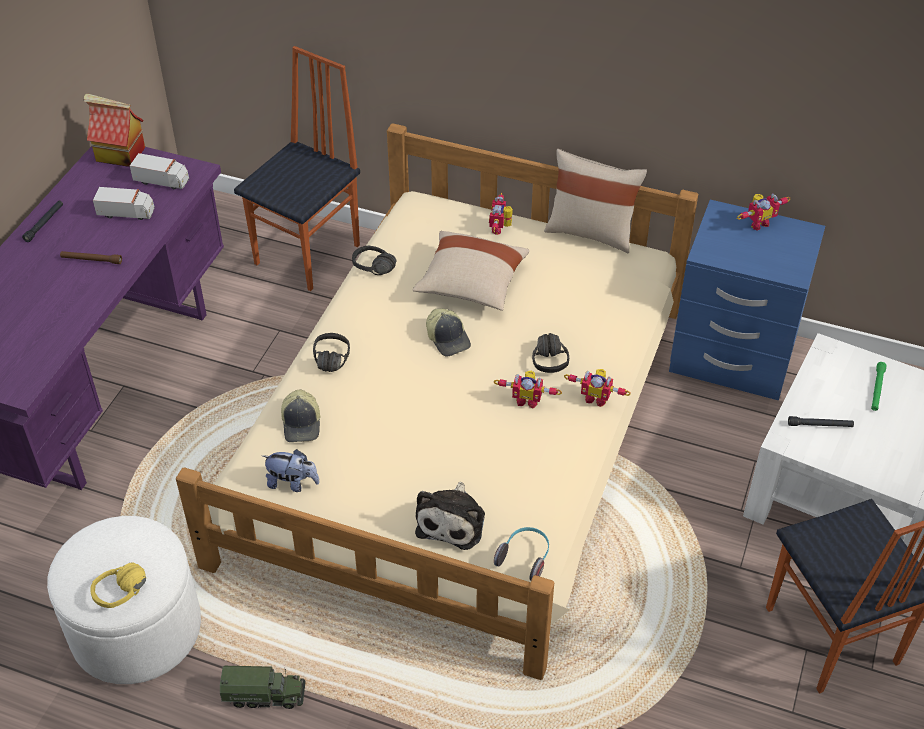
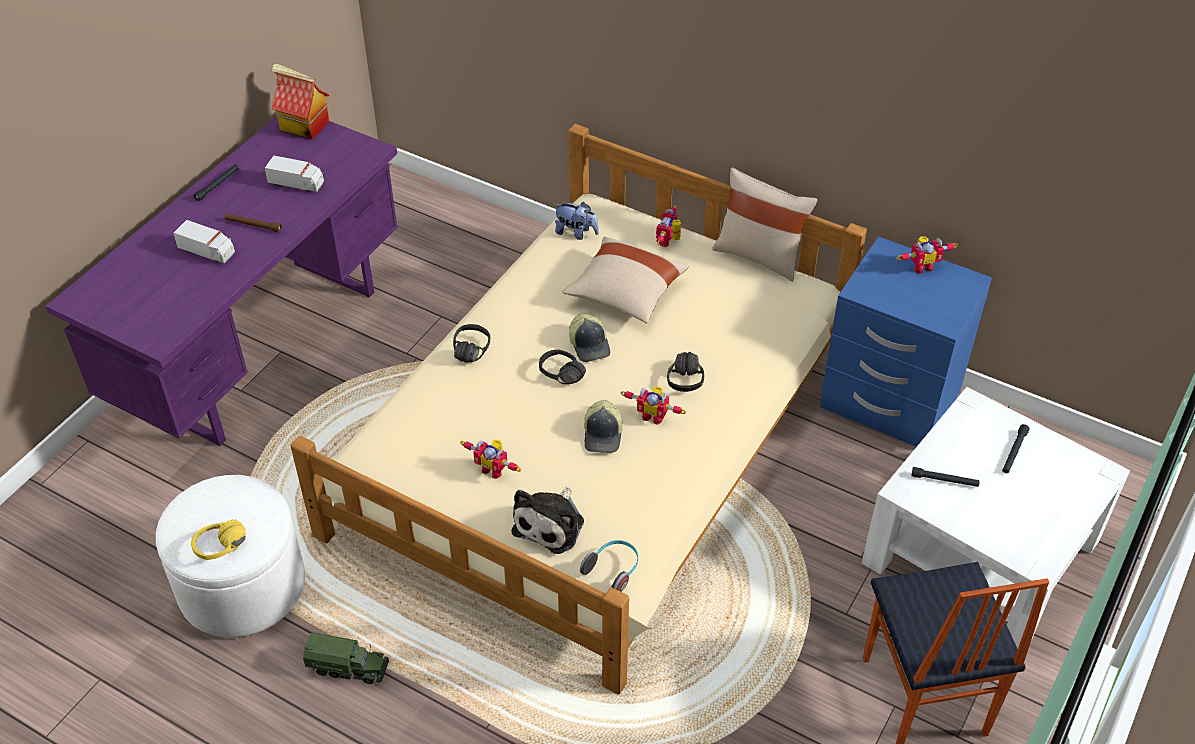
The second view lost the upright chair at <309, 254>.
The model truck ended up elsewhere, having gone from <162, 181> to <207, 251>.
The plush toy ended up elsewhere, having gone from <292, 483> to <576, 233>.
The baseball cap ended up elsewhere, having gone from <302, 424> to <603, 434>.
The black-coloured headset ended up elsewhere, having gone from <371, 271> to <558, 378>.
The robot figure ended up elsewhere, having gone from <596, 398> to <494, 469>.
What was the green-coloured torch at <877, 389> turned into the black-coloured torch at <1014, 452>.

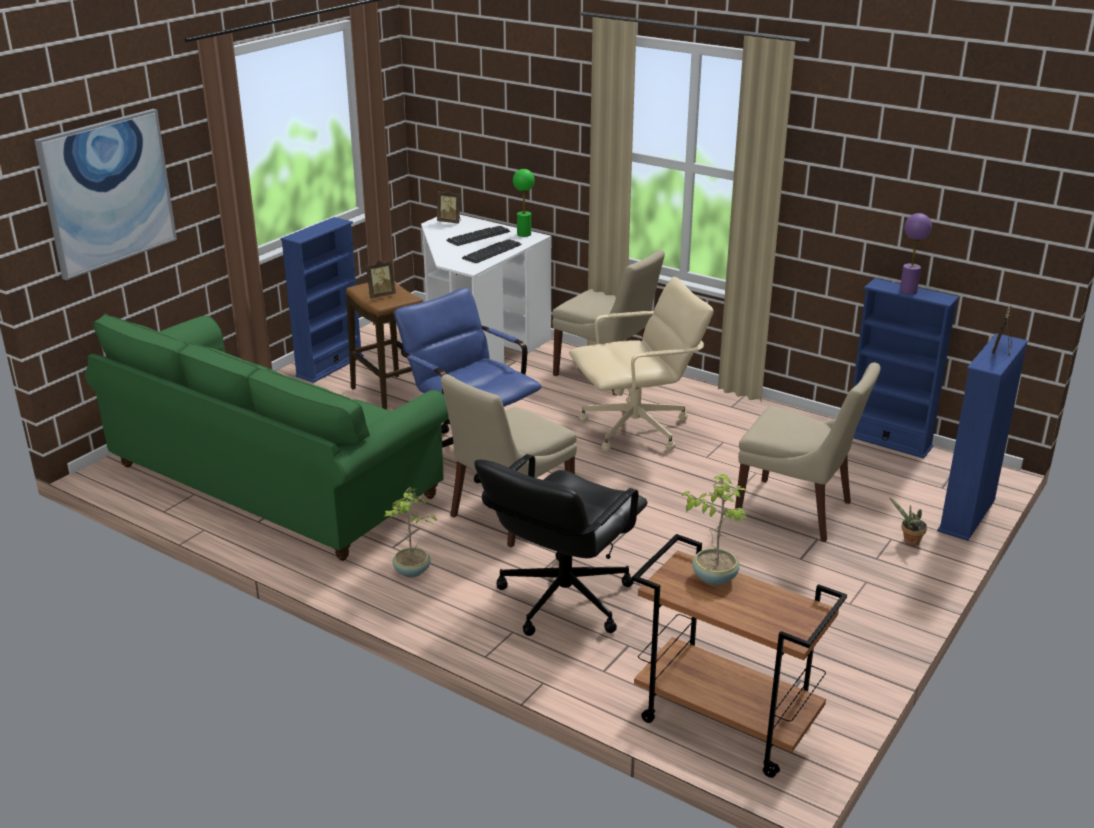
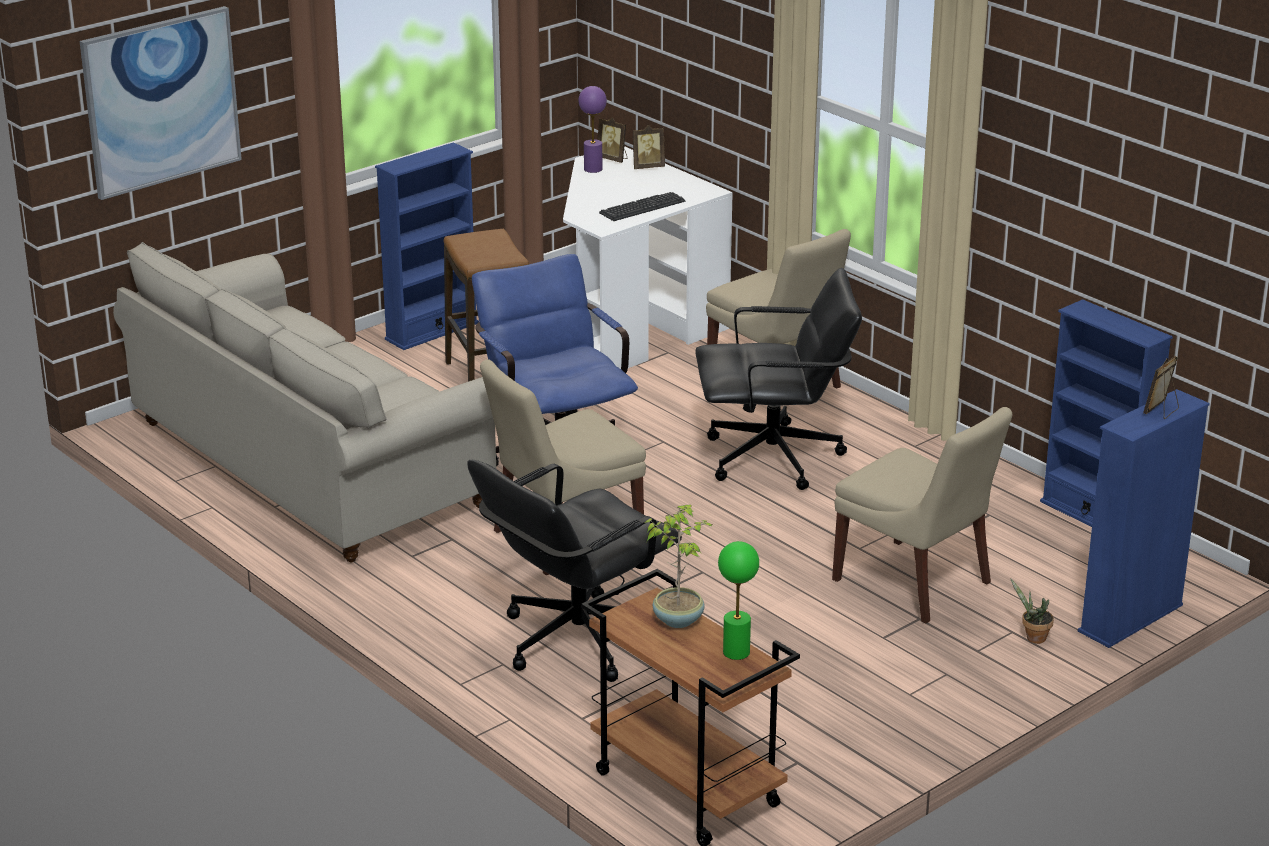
The second view lost the potted plant at <411, 572>.
The second view lost the keyboard at <478, 236>.
The photo frame ended up elsewhere, having gone from <380, 295> to <647, 167>.
The green-coloured lamp for a table ended up elsewhere, having gone from <524, 234> to <736, 652>.
The purple-coloured lamp for a table ended up elsewhere, having gone from <908, 291> to <592, 169>.
What was the green-coloured sofa at <275, 482> turned into the beige sofa at <310, 464>.
What was the beige desk chair at <636, 429> turned into the black-coloured desk chair at <774, 458>.

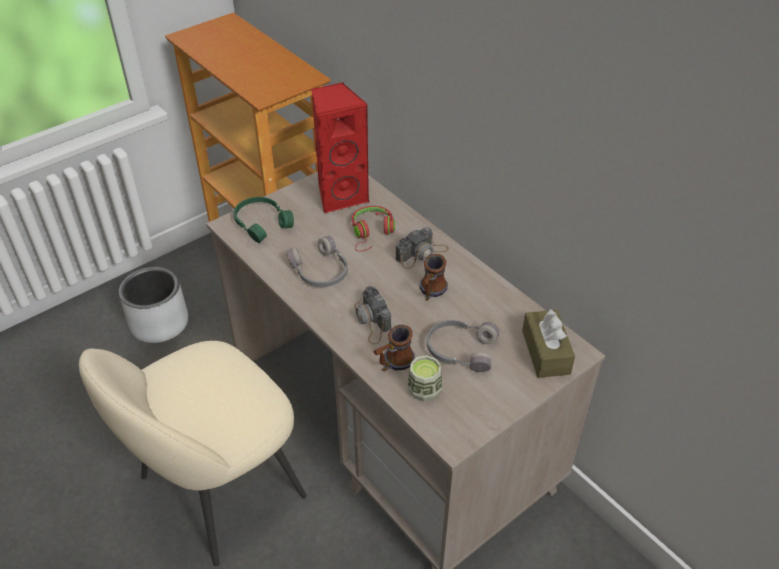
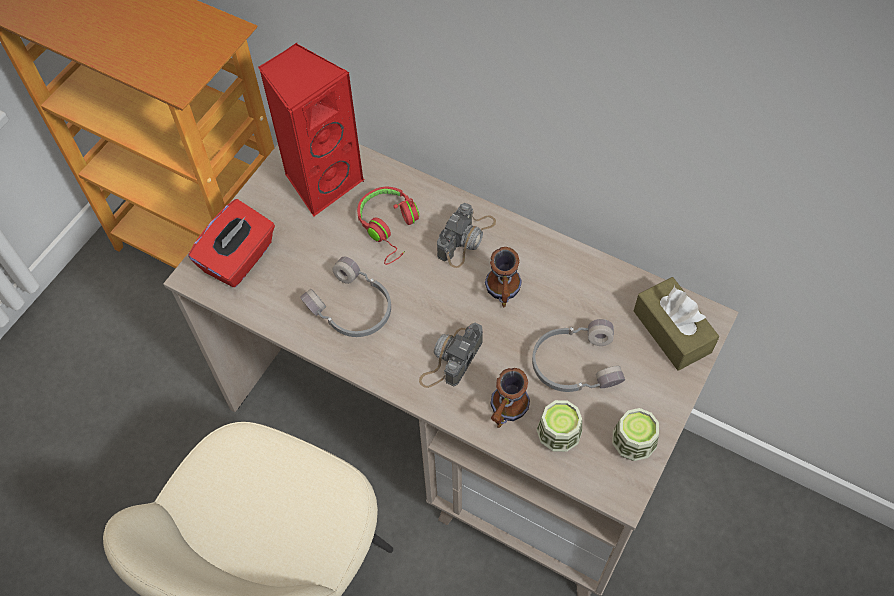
The second view lost the grey flower pot at <159, 323>.
The second view gained the drinking cup at <632, 444>.
Where the green-coloured headset stood at <262, 223>, the reddish tissue box came to stand at <239, 259>.
The still camera at <372, 321> ended up facing another way, 75 degrees clockwise from before.

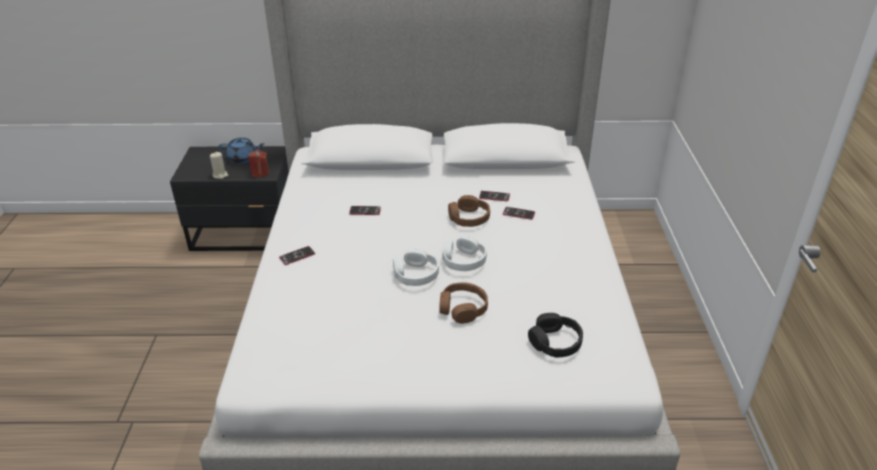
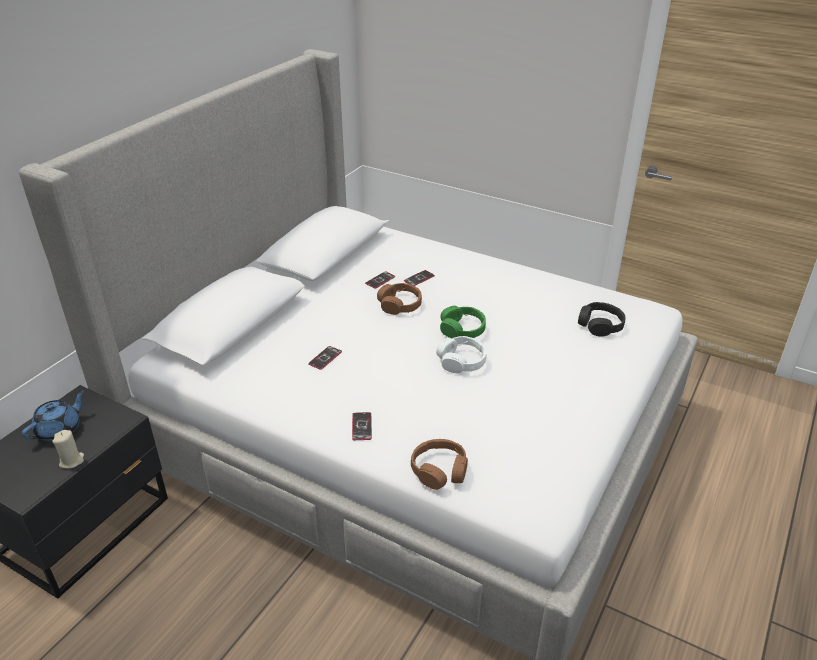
The second view lost the reddish wax light at <260, 173>.
The brown headset ended up elsewhere, having gone from <462, 308> to <439, 470>.
What was the whitish headset at <463, 261> turned into the green-coloured headset at <462, 329>.

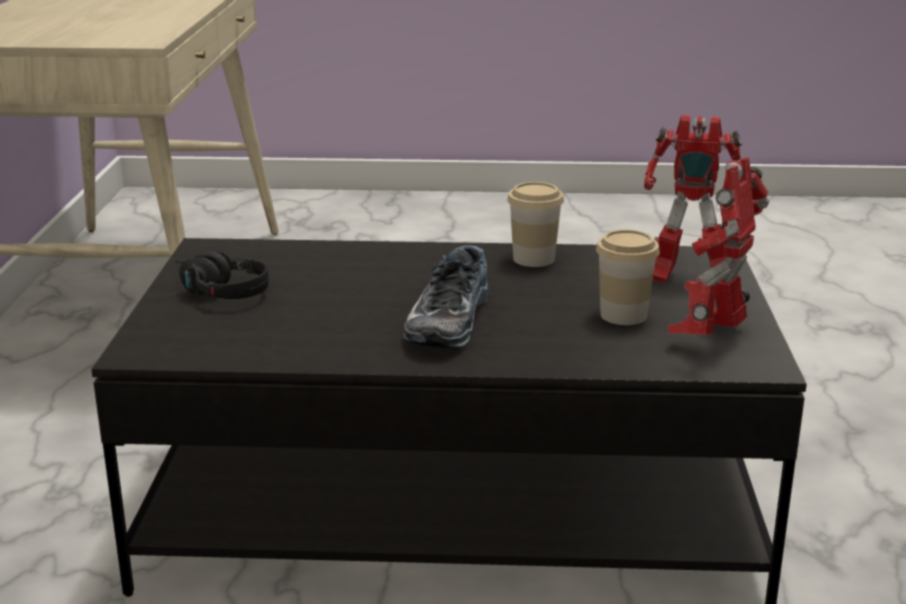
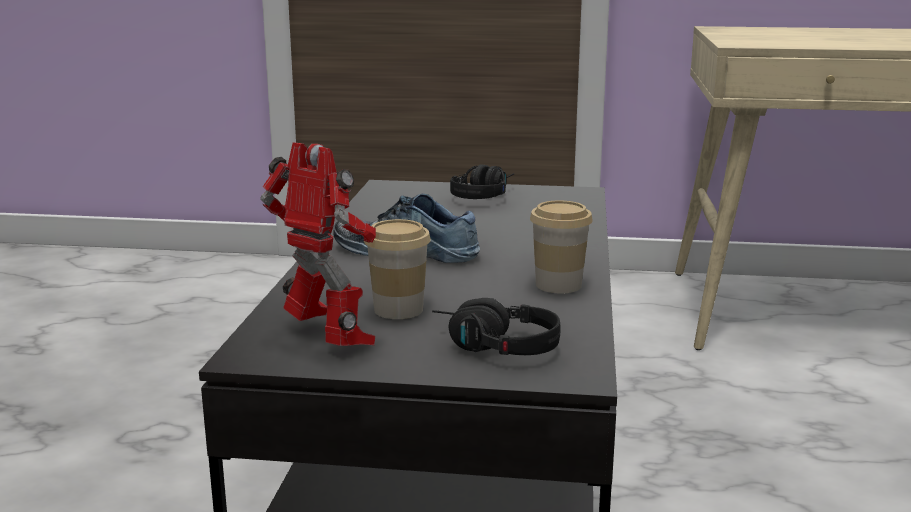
Where the robot figure stood at <686, 280>, the black-coloured headset came to stand at <491, 347>.

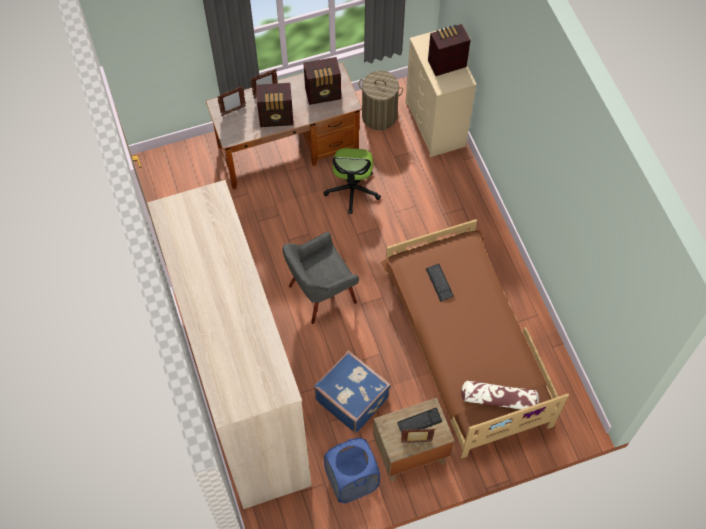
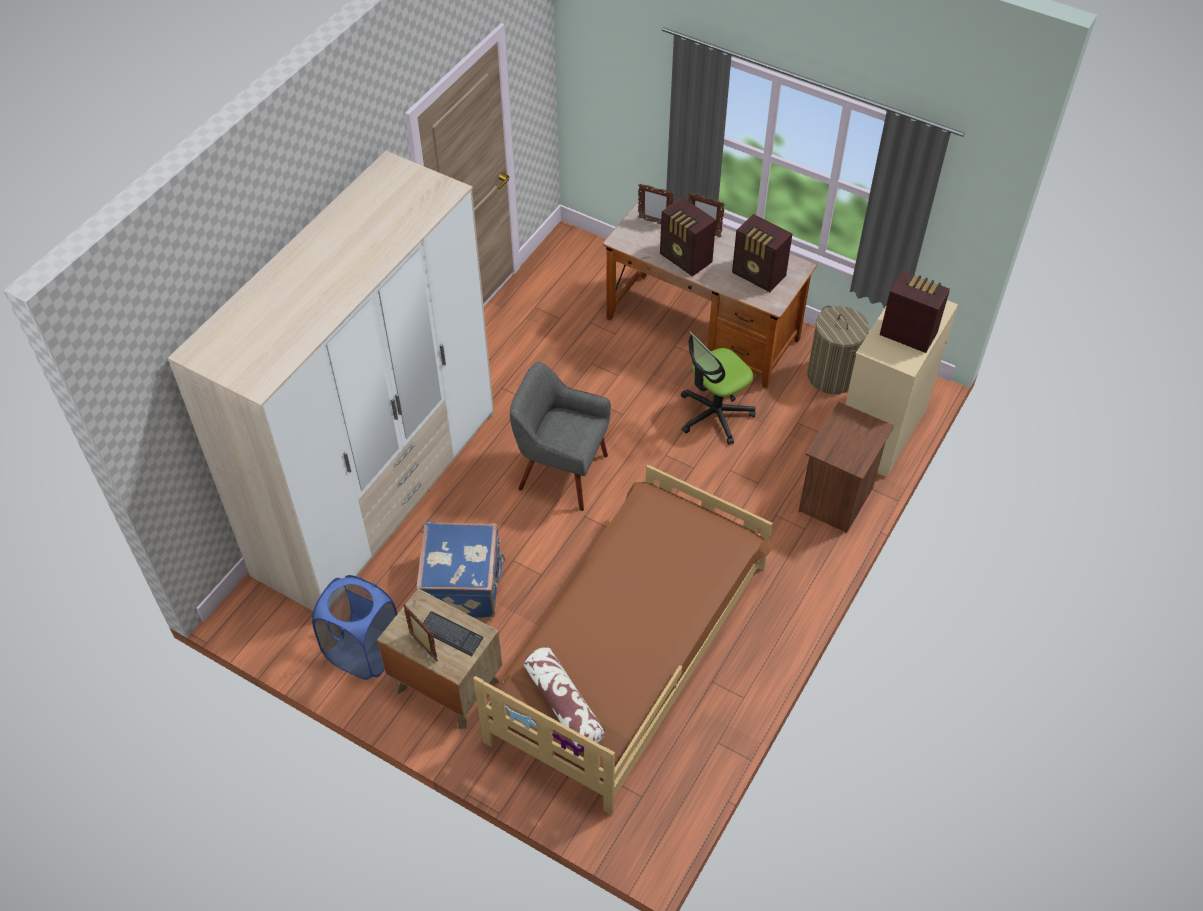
The second view lost the keyboard at <439, 283>.
The second view gained the brown bedside table at <837, 499>.

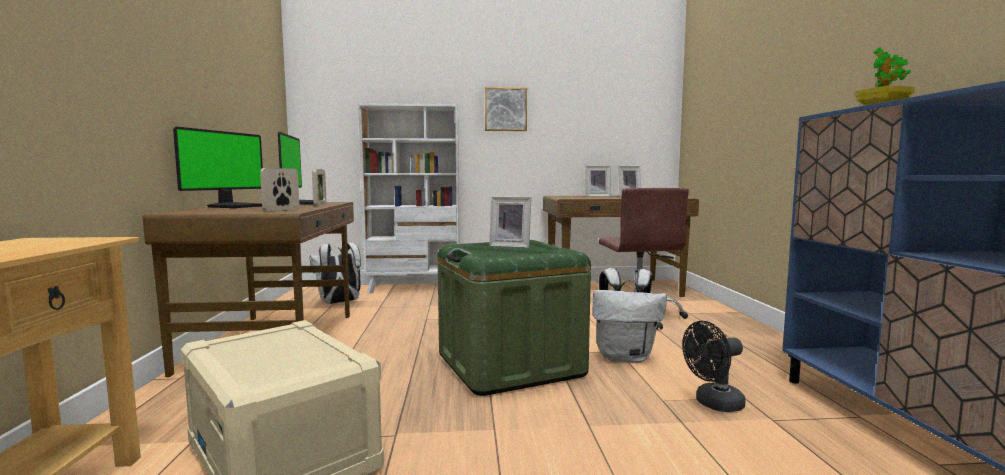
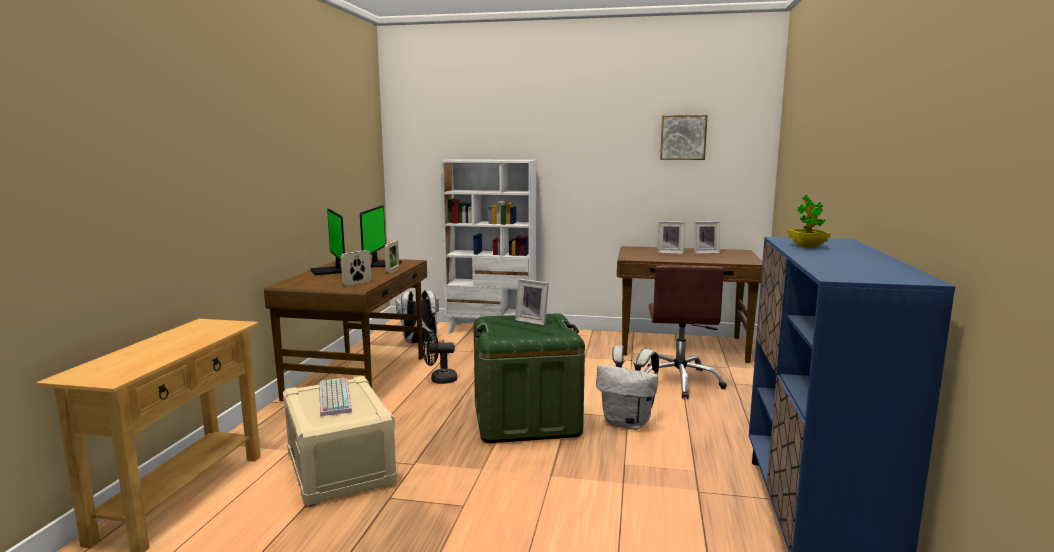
The second view gained the keyboard at <333, 397>.
The wall art ended up elsewhere, having gone from <505, 109> to <683, 137>.
The black-coloured electric fan ended up elsewhere, having gone from <713, 404> to <439, 380>.
The monitor at <235, 206> ended up facing another way, 120 degrees clockwise from before.

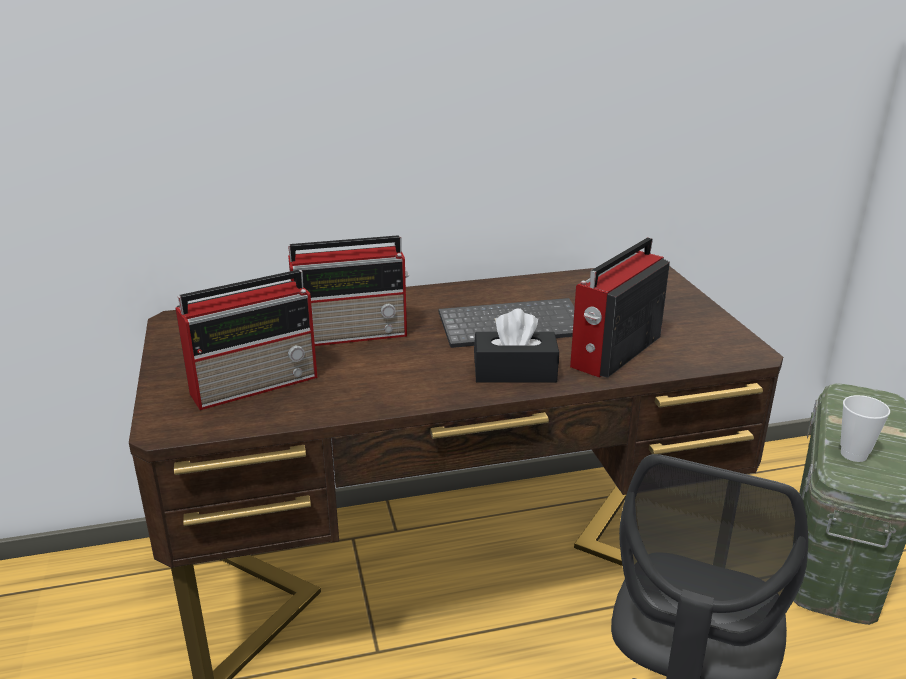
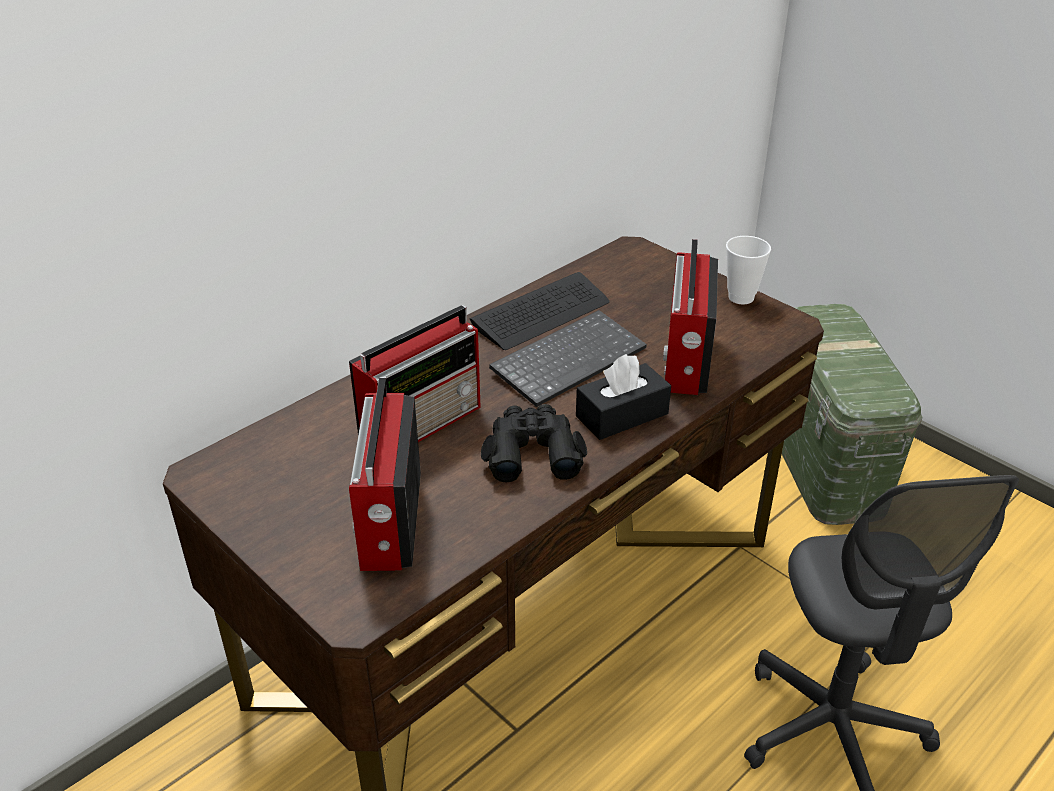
The second view gained the keyboard at <541, 313>.
The second view gained the black-coloured pair of binoculars at <532, 451>.
The drinking cup ended up elsewhere, having gone from <853, 454> to <741, 297>.
The radio set at <257, 384> ended up facing another way, 150 degrees clockwise from before.

